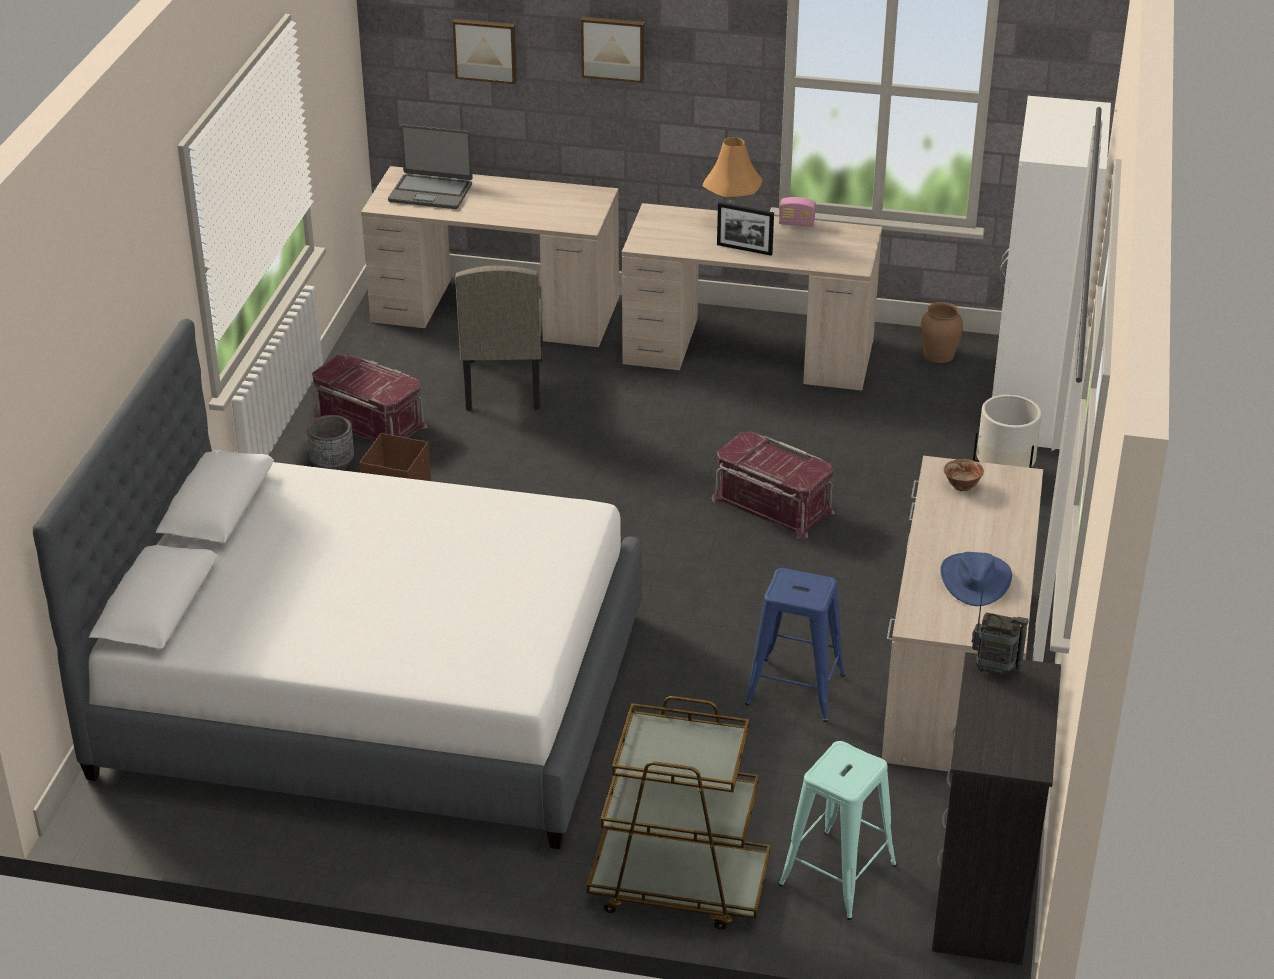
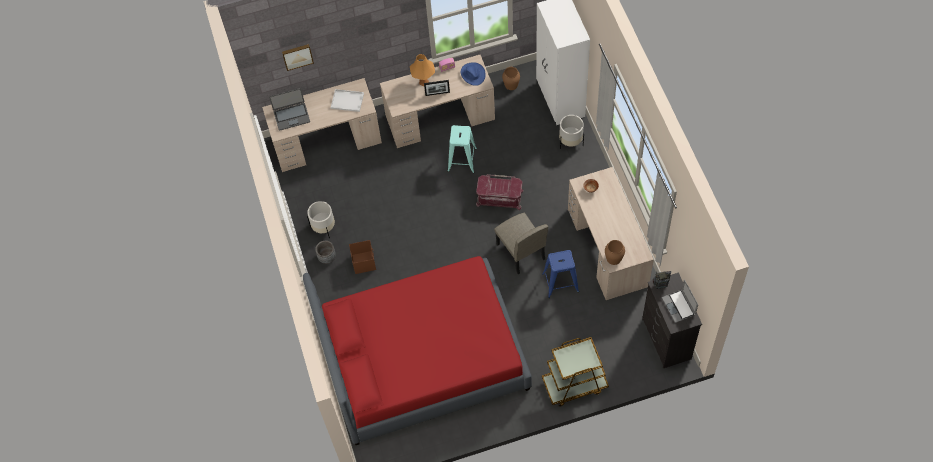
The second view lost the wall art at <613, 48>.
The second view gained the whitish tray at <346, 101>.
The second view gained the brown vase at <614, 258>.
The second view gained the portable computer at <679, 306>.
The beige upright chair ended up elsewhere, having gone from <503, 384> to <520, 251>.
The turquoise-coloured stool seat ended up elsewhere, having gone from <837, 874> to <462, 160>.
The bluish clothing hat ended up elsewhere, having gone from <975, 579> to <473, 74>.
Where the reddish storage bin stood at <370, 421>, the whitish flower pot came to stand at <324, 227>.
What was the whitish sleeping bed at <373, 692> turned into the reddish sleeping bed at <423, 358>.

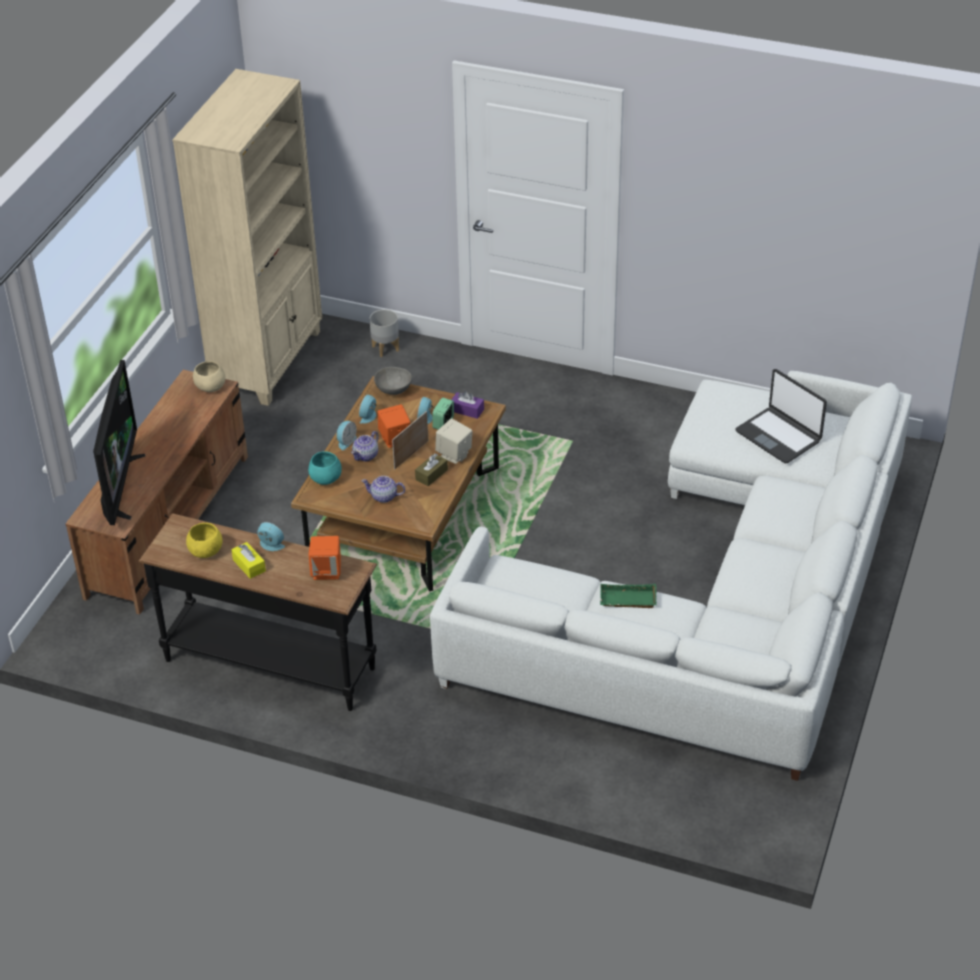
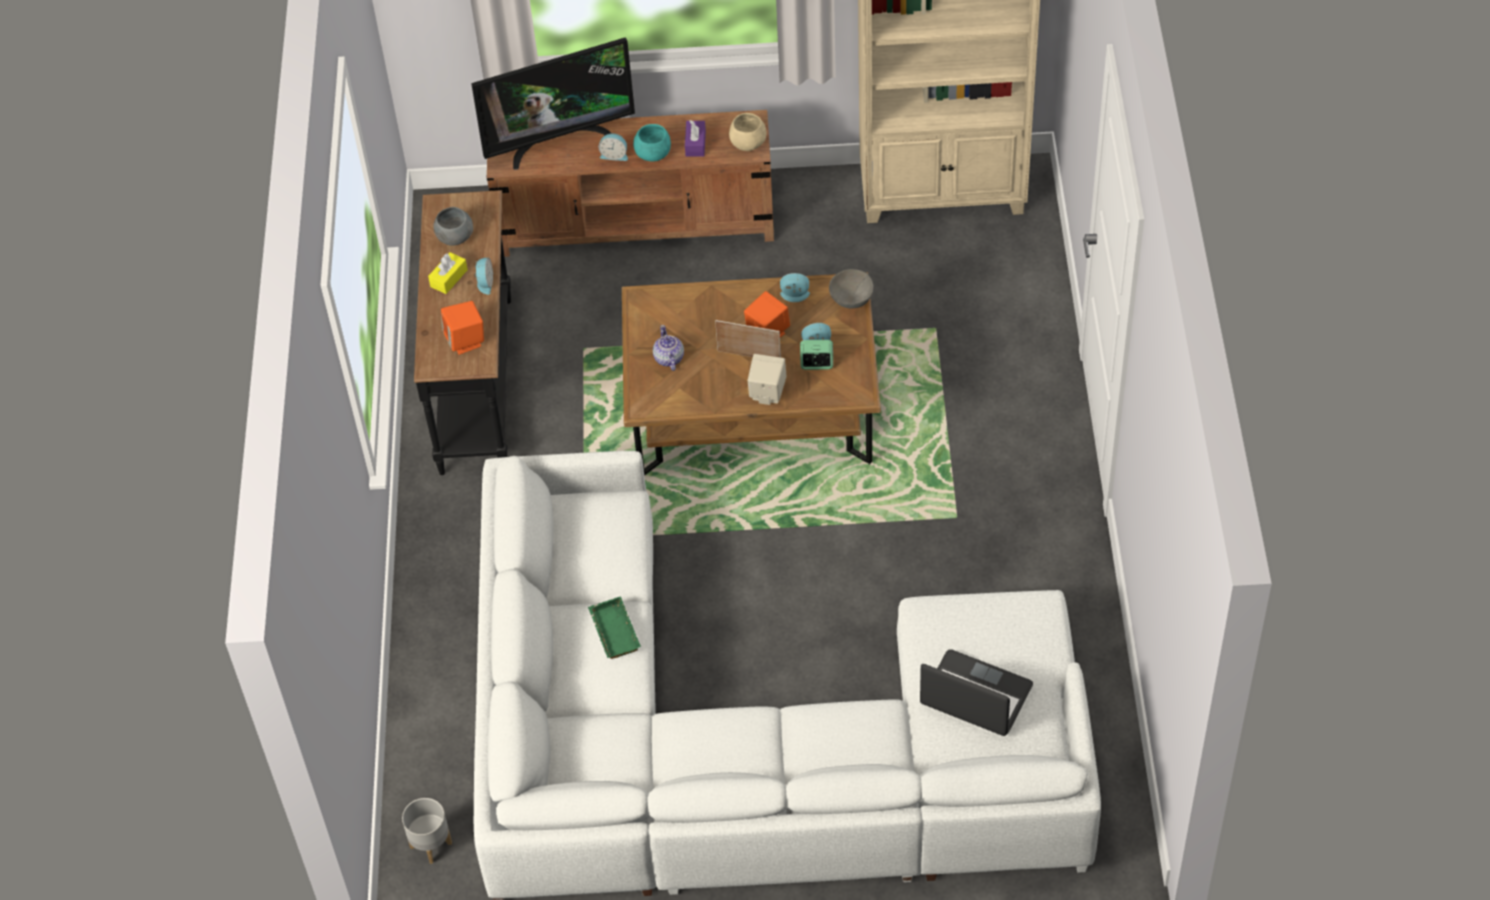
The second view lost the pot for tea at <366, 455>.
The second view lost the brown tissue box at <431, 474>.
The turquoise-coloured bowl ended up elsewhere, having gone from <326, 478> to <653, 154>.
The bedside clock ended up elsewhere, having gone from <346, 441> to <614, 155>.
The grey flower pot ended up elsewhere, having gone from <385, 348> to <431, 844>.
The purple-coloured tissue box ended up elsewhere, having gone from <467, 410> to <695, 144>.
What was the yellow bowl at <205, 551> turned into the grey bowl at <454, 237>.
The portable computer at <779, 436> ended up facing another way, 90 degrees clockwise from before.

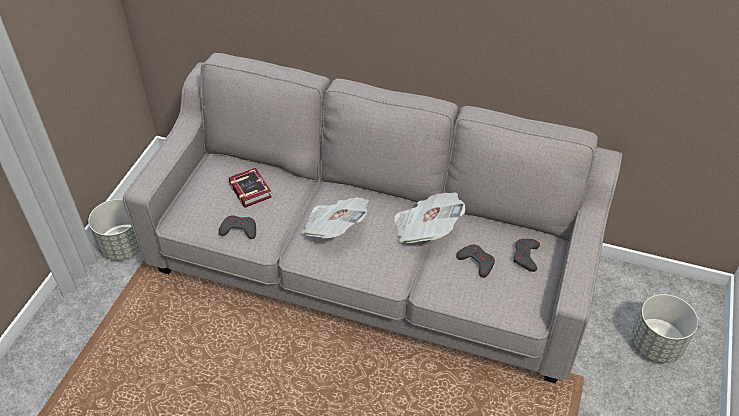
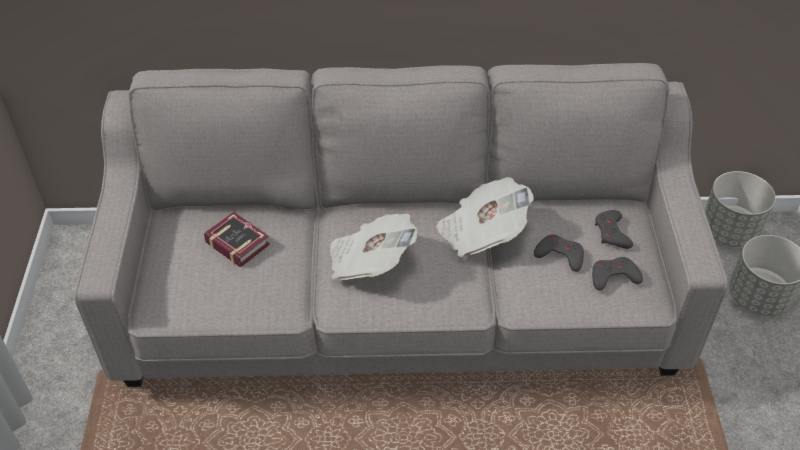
The grey flower pot ended up elsewhere, having gone from <124, 246> to <729, 231>.
The grey game controller ended up elsewhere, having gone from <239, 230> to <613, 276>.

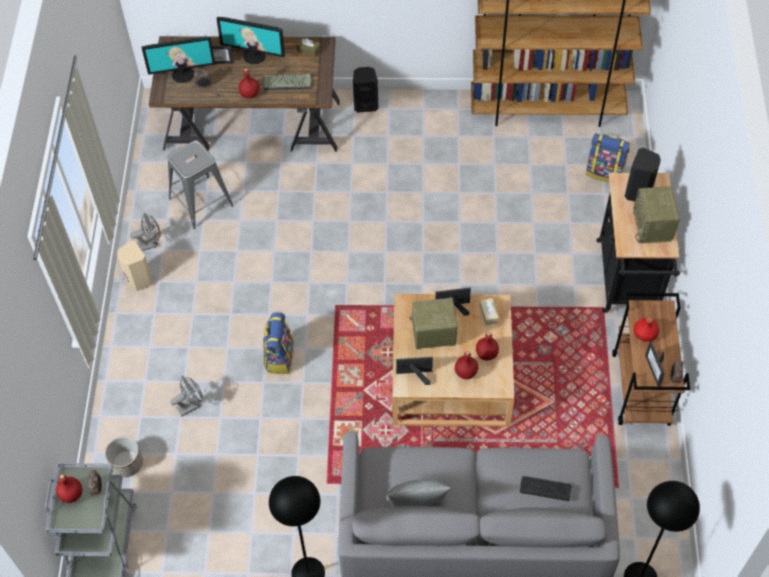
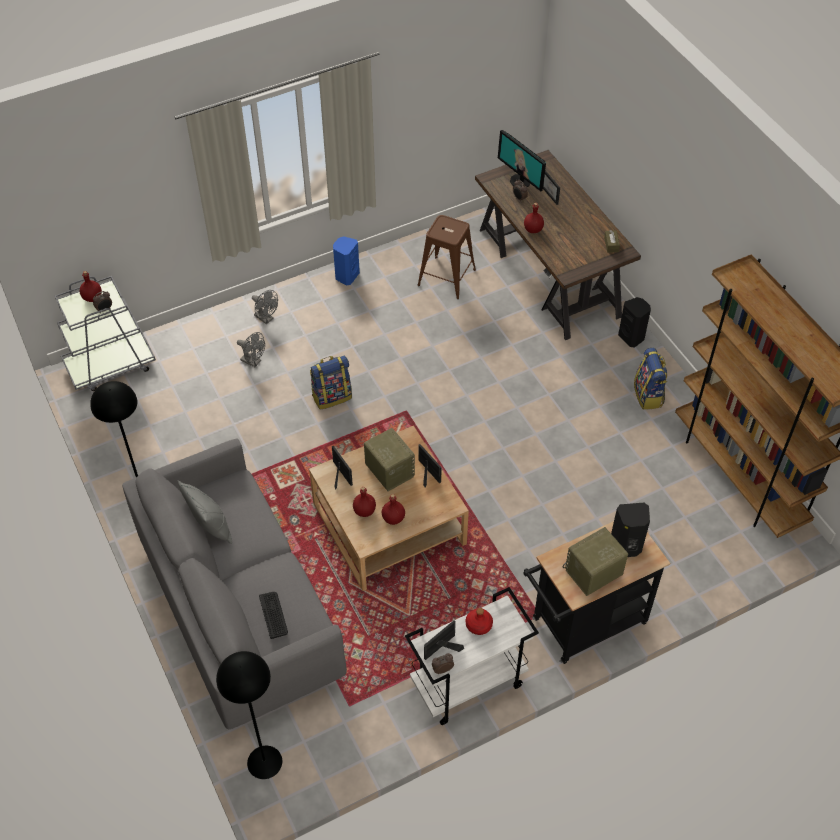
The second view lost the flower pot at <127, 463>.
The second view lost the monitor at <254, 56>.
The second view lost the keyboard at <288, 82>.
The second view lost the beige tissue box at <488, 314>.
The grey electric fan ended up elsewhere, having gone from <151, 244> to <266, 318>.
The rucksack ended up elsewhere, having gone from <605, 172> to <648, 395>.
What was the beige speaker at <138, 280> turned into the bluish speaker at <346, 276>.
What was the grey stool seat at <201, 202> turned into the brown stool seat at <447, 277>.
What was the brown trolley at <641, 389> turned into the whitish trolley at <467, 684>.

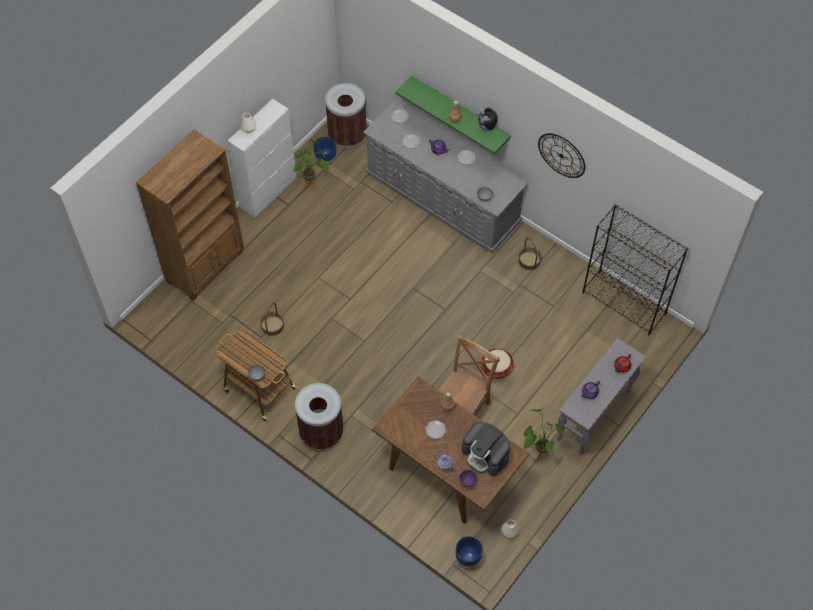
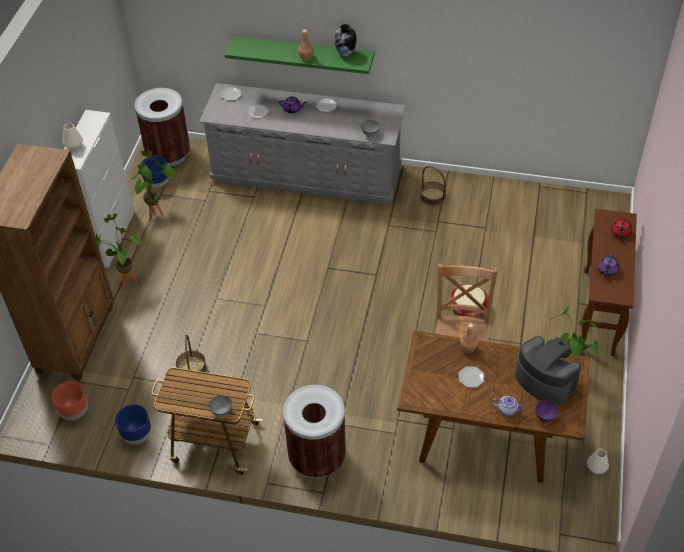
The second view lost the wall clock at <561, 155>.
The second view lost the black-coloured bookcase at <624, 303>.
The second view gained the brown flower pot at <74, 412>.
The second view gained the potted plant at <124, 281>.
The bluish flower pot ended up elsewhere, having gone from <467, 558> to <136, 435>.
What was the grey narrow table at <593, 416> turned into the brown narrow table at <599, 312>.
The coffee machine at <485, 455> ended up facing another way, 150 degrees counterclockwise from before.

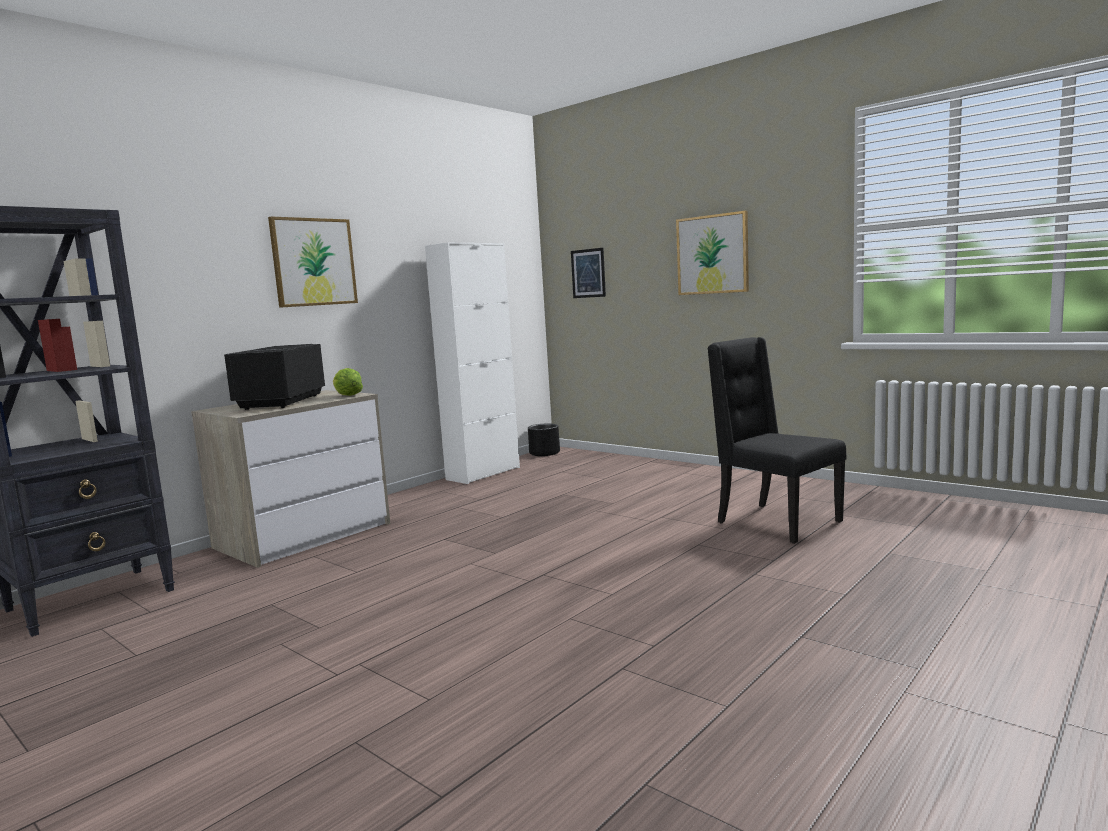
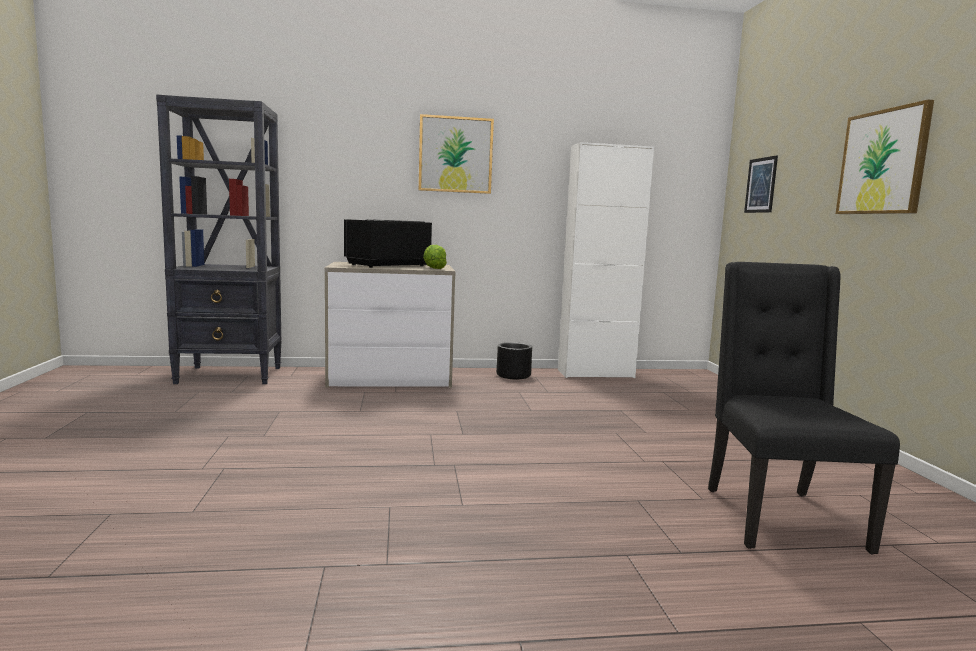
The black-coloured flower pot ended up elsewhere, having gone from <544, 453> to <513, 375>.

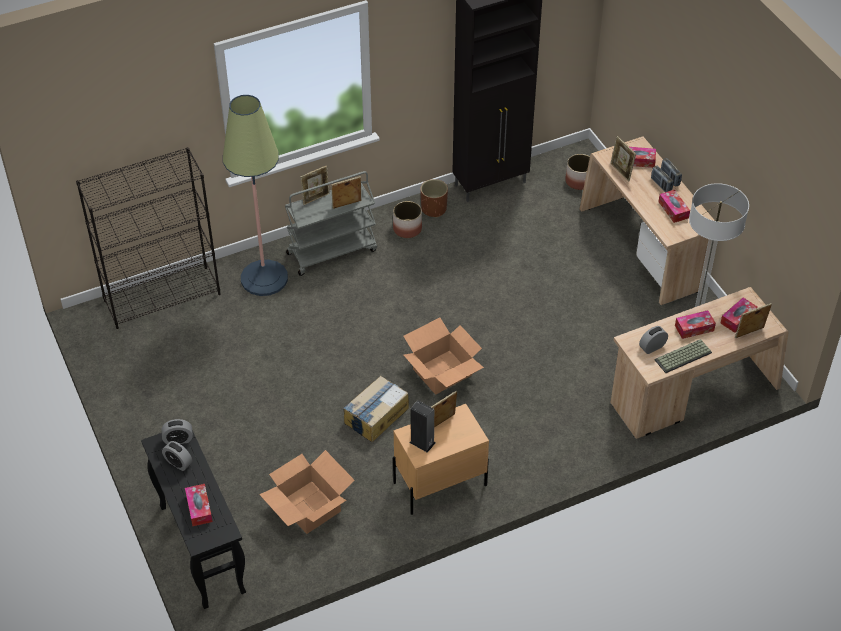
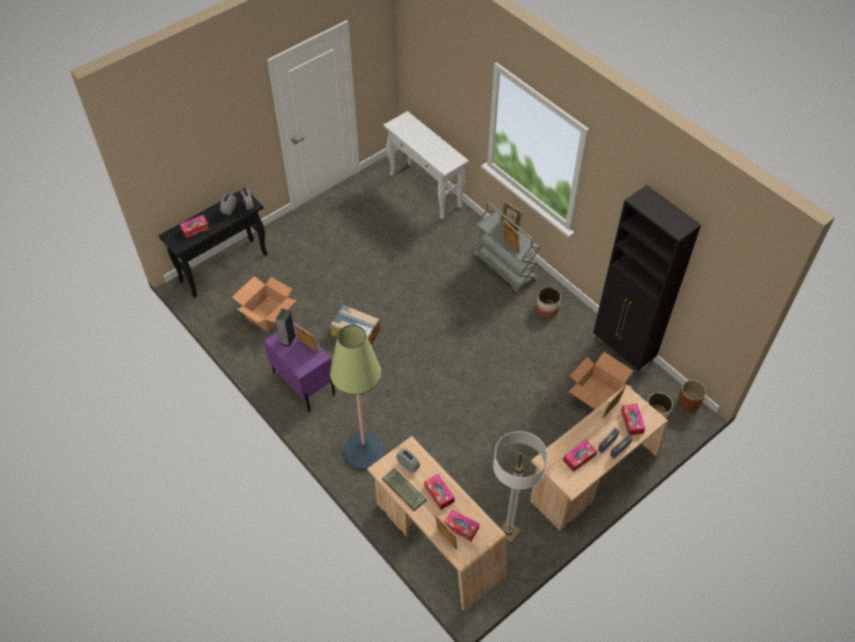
The floor lamp ended up elsewhere, having gone from <264, 278> to <364, 451>.
The packing box ended up elsewhere, having gone from <443, 372> to <597, 395>.
The brown flower pot ended up elsewhere, having gone from <434, 209> to <688, 403>.
Where the black-coloured bookcase stood at <163, 297>, the whitish narrow table came to stand at <426, 191>.
What was the beige bedside table at <439, 484> turned into the purple-coloured bedside table at <303, 382>.

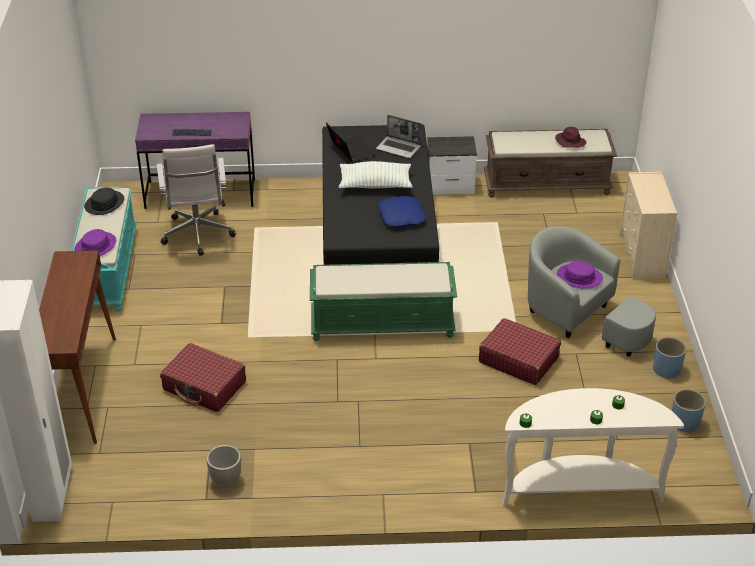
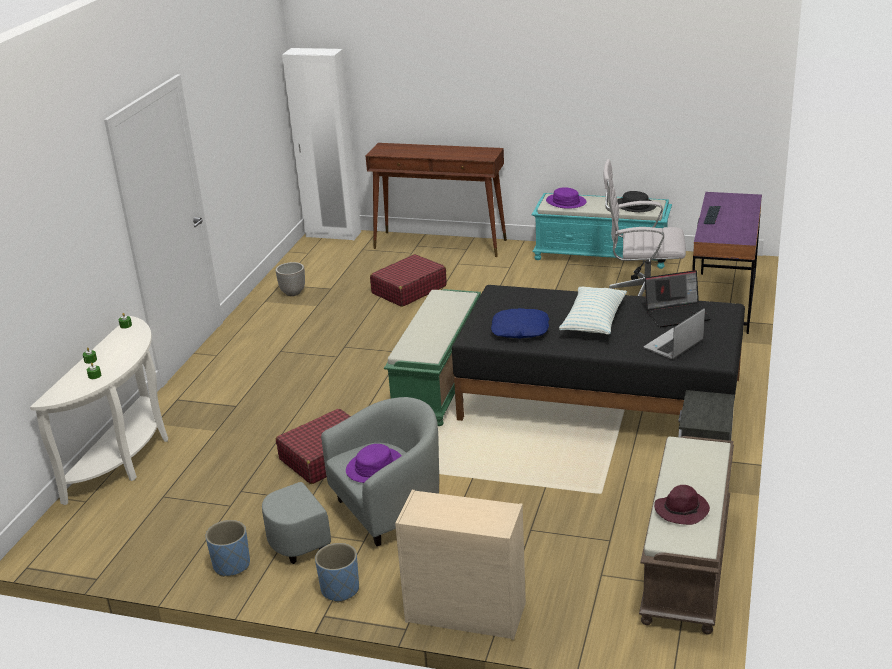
The bluish flower pot ended up elsewhere, having gone from <685, 423> to <340, 589>.

